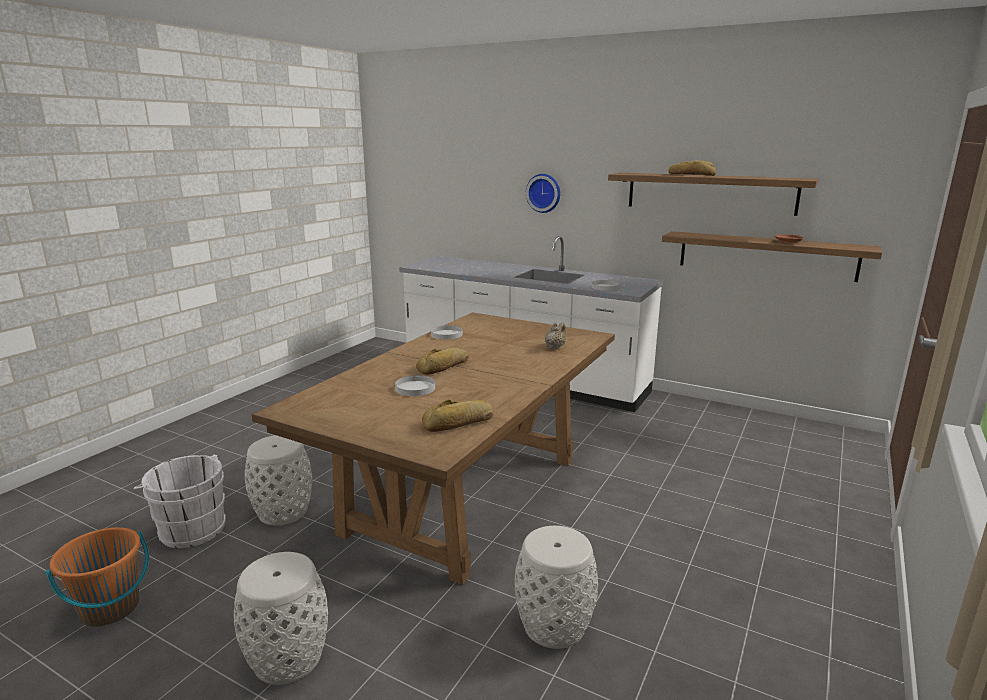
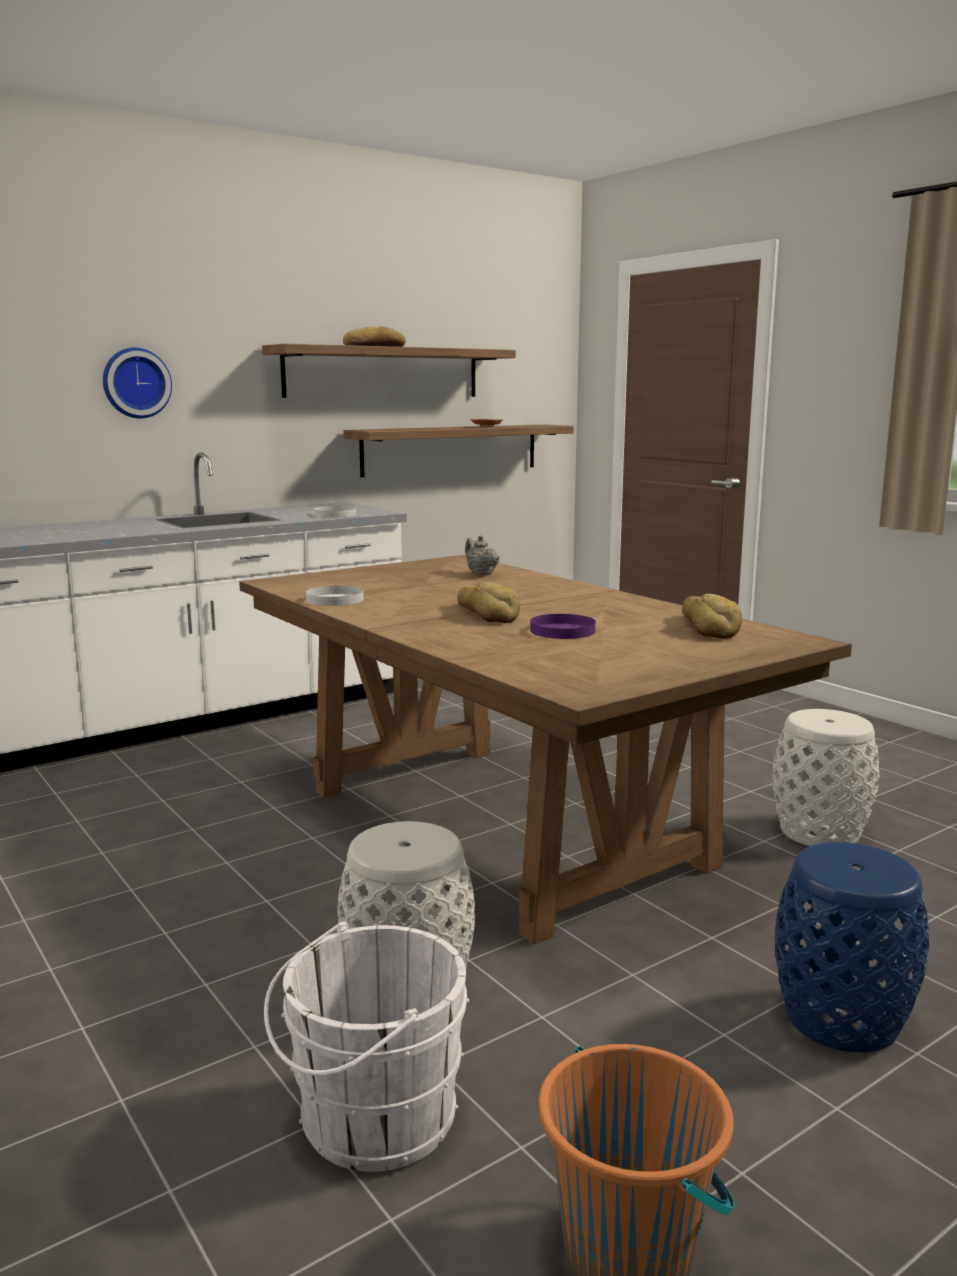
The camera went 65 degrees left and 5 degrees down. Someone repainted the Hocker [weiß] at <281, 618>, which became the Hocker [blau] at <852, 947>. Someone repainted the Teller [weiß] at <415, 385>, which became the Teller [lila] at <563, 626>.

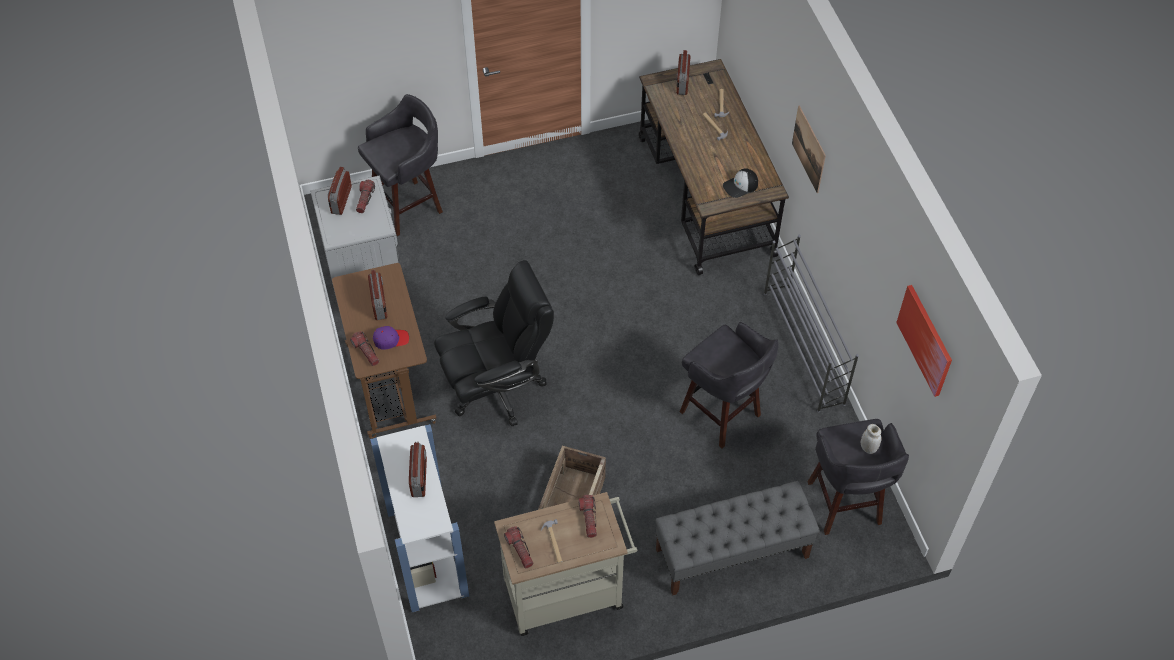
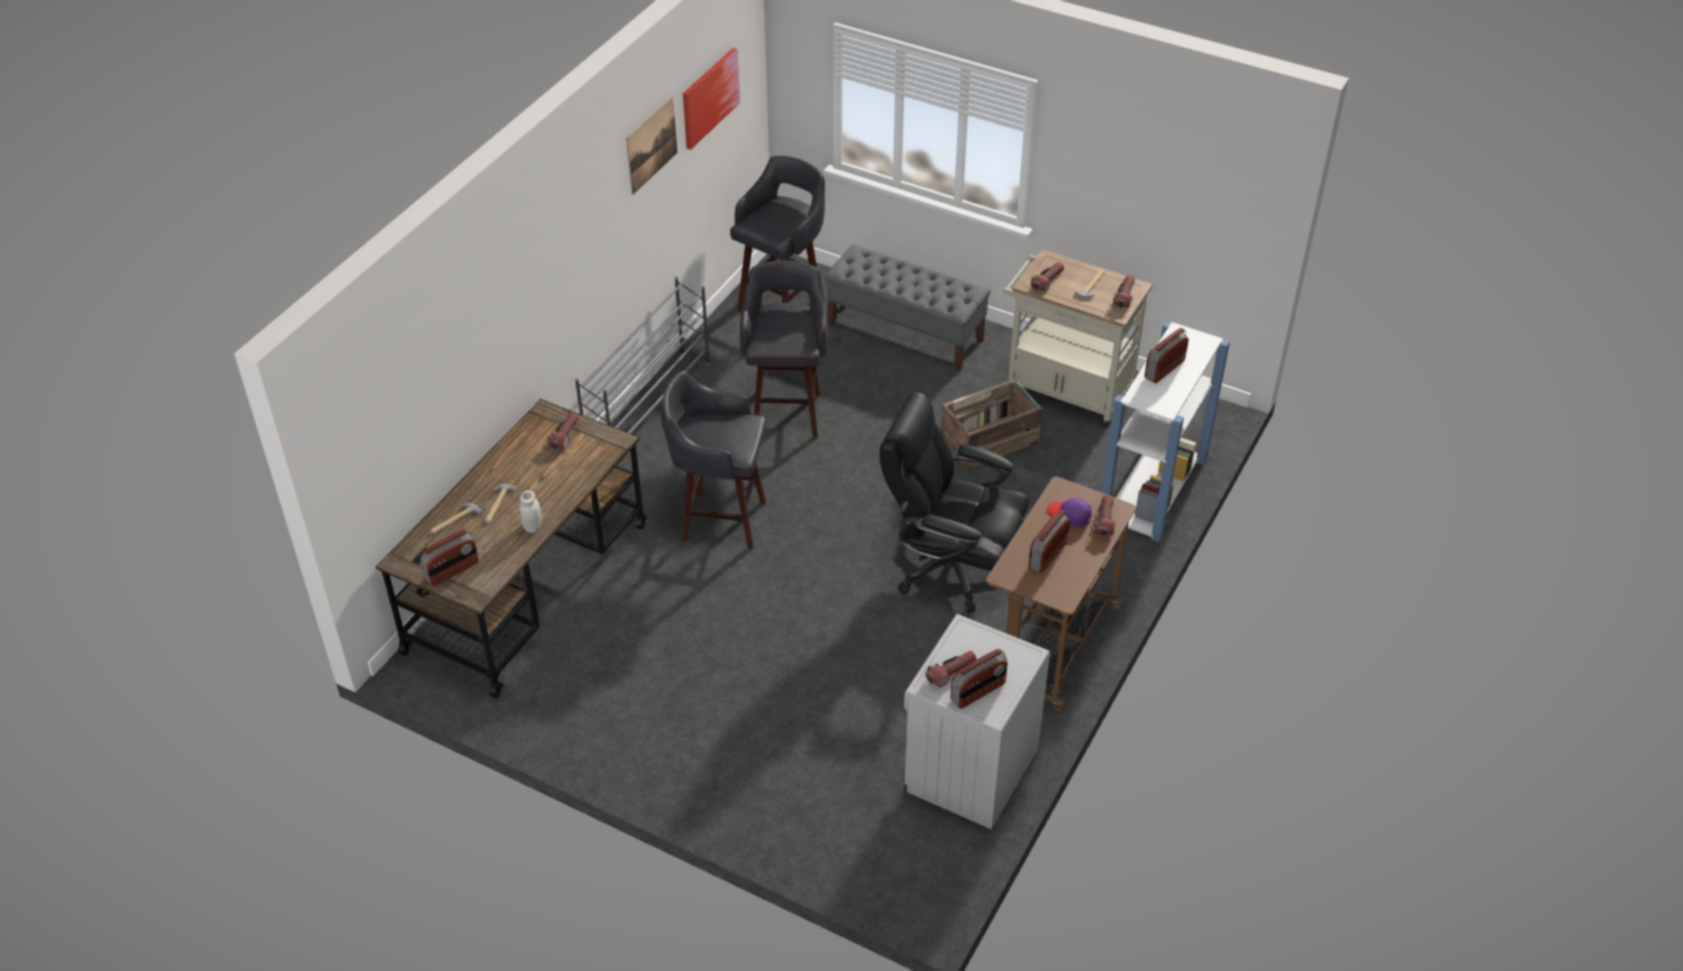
The camera went 135 degrees left and 10 degrees down. Someone carried the Hocker [grau] from <400, 165> to <713, 459>. Someone swapped the Kappe at <740, 183> for the Taschenlampe at <563, 431>. Someone carried the Bild from <809, 149> to <651, 146>. Someone carried the Vorratsglas [weiß] from <871, 439> to <530, 511>.

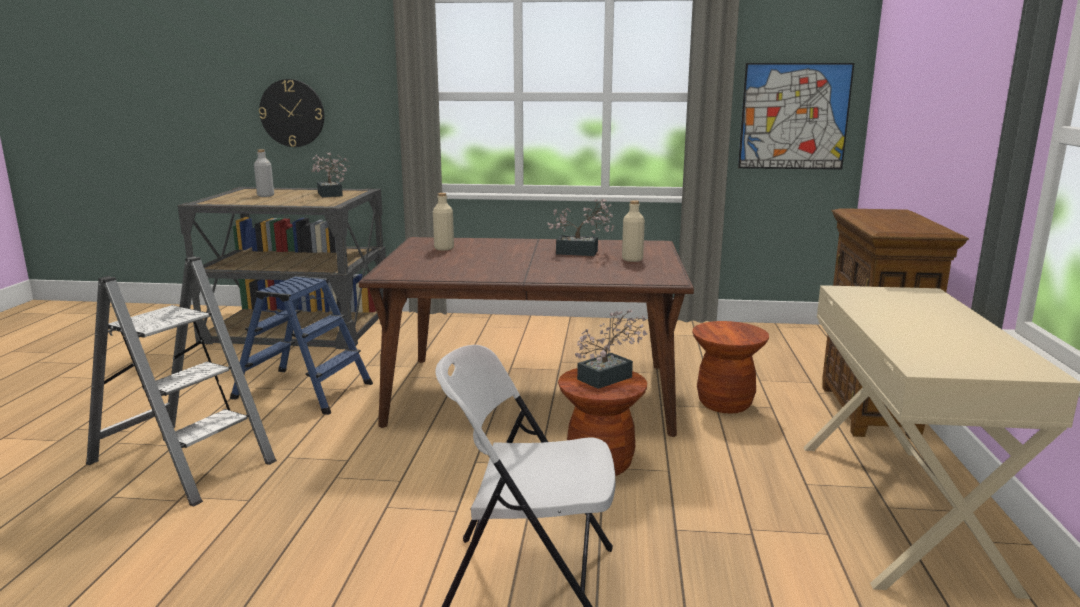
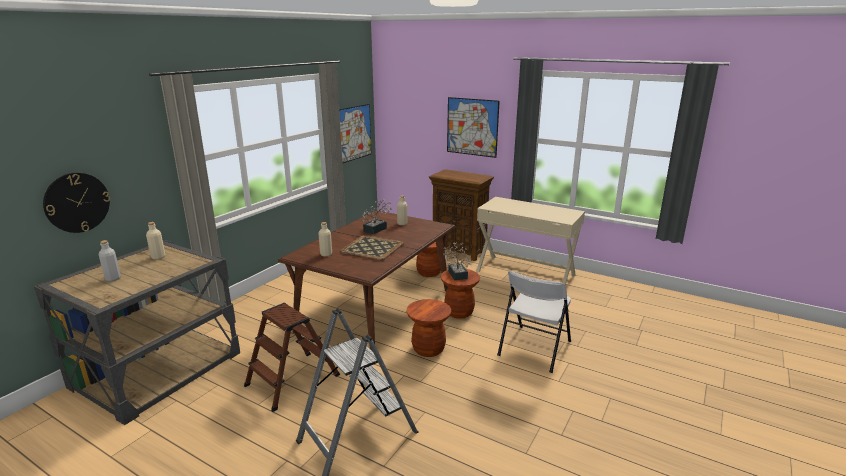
The camera went 65 degrees left and 5 degrees up. Someone repainted the Trittleiter [blau] at <301, 345>, which became the Trittleiter [braun] at <292, 357>. Someone swapped the Topfpflanze at <330, 175> for the Flasche [beige] at <155, 241>. Someone put down the Tablett at <372, 248>. Someone put down the Hocker [braun] at <428, 328>. Someone put up the Bild at <473, 127>.

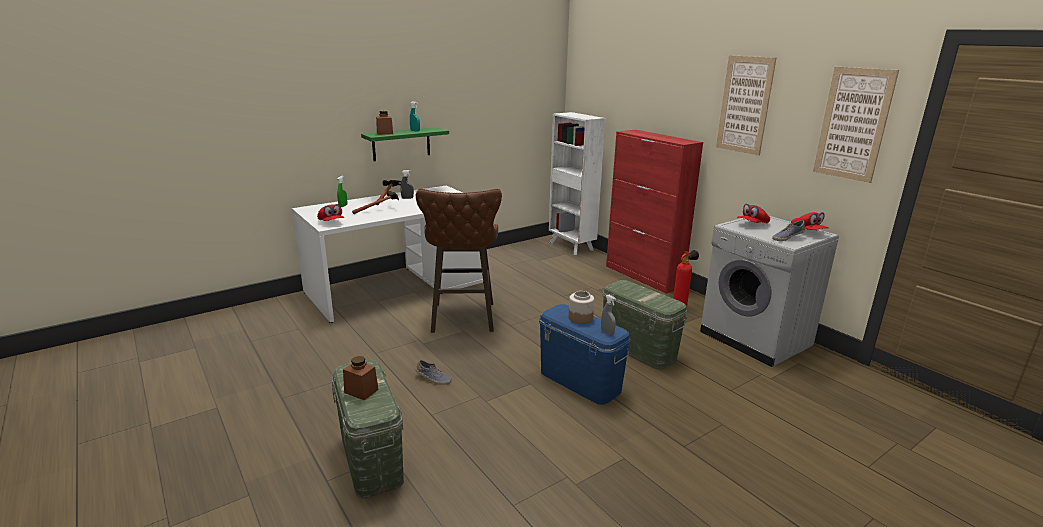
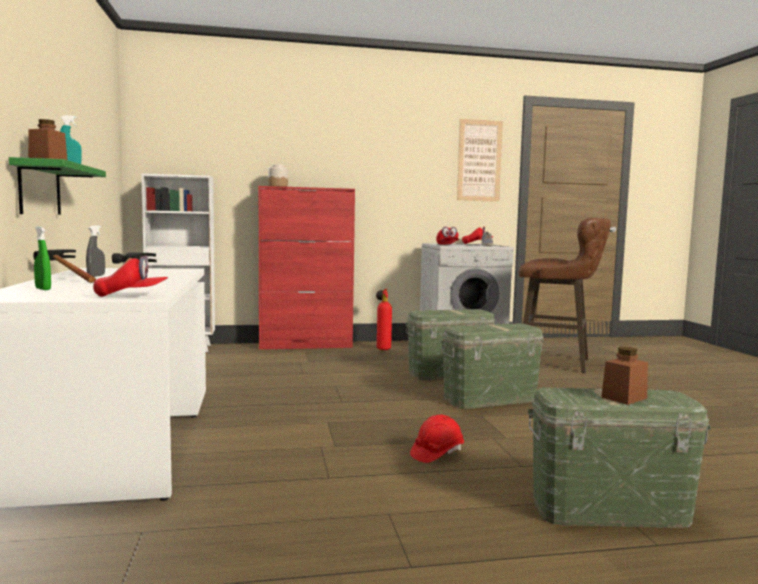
The camera went 65 degrees left and 15 degrees down. Someone carried the Hocker [braun] from <459, 261> to <565, 295>. Someone swapped the Schuh at <434, 372> for the Schutzhelm [rot] at <437, 439>. Someone repainted the Aufbewahrungsbox [blau] at <585, 354>, which became the Aufbewahrungsbox [grün] at <492, 366>. Someone carried the Vorratsglas from <581, 307> to <278, 176>. Someone took away the Sprühflasche [grau] at <608, 315>. Someone took away the Bild at <746, 105>.

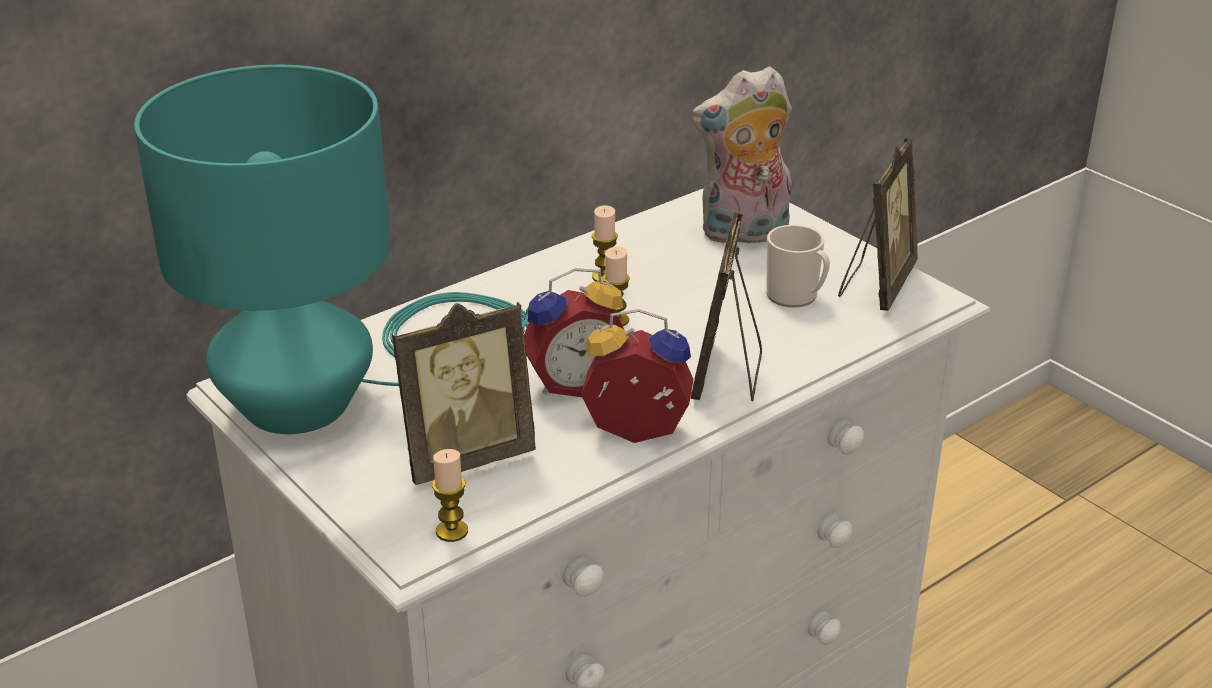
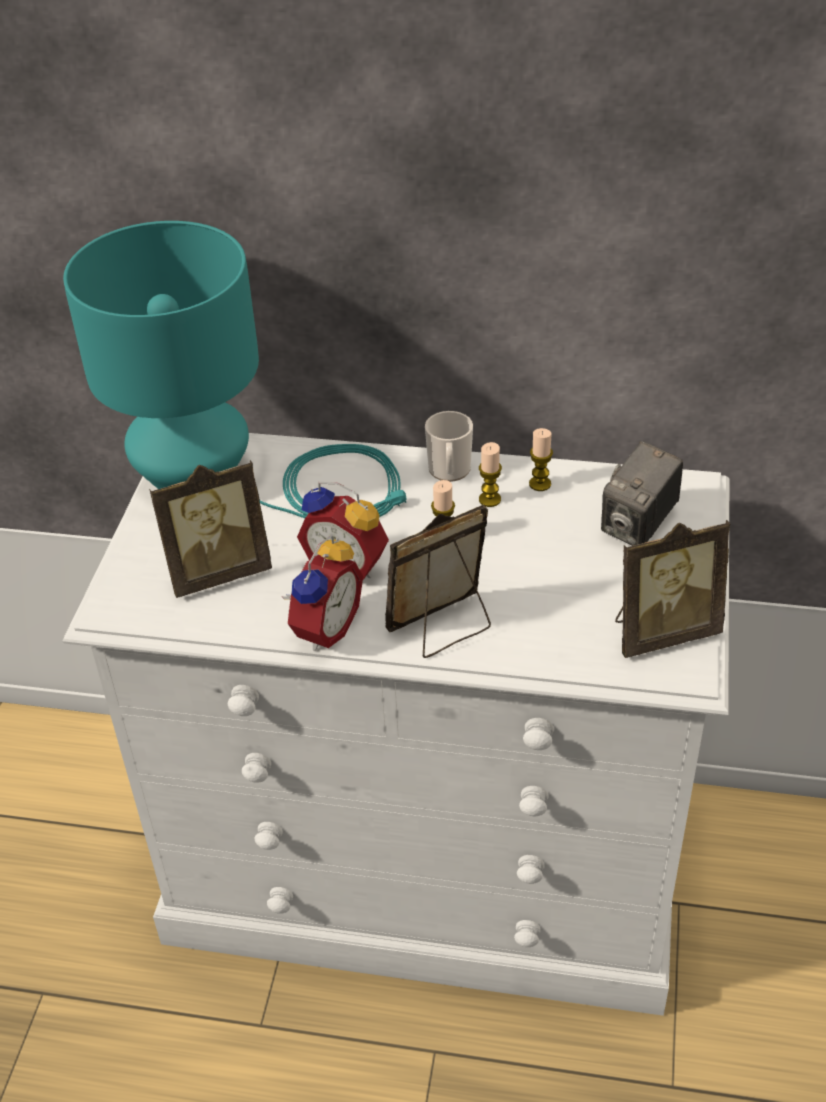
The camera went 50 degrees right and 10 degrees up. Someone rotated the Bilderrahmen at <464, 393> by 45 degrees counterclockwise. Someone carried the Kerze from <450, 495> to <541, 459>. Someone rotated the Wecker at <637, 376> by 60 degrees clockwise. Someone swapped the Plüschtier at <741, 155> for the Kamera at <642, 493>. Someone carried the Henkelbecher from <798, 266> to <449, 446>.

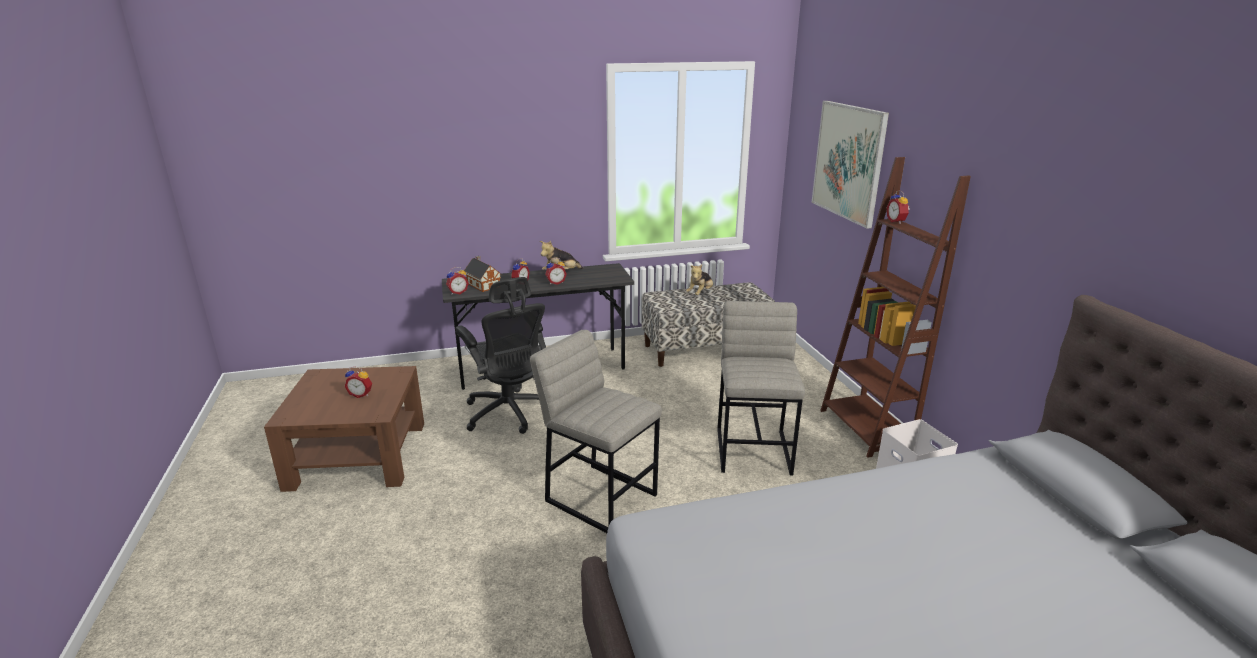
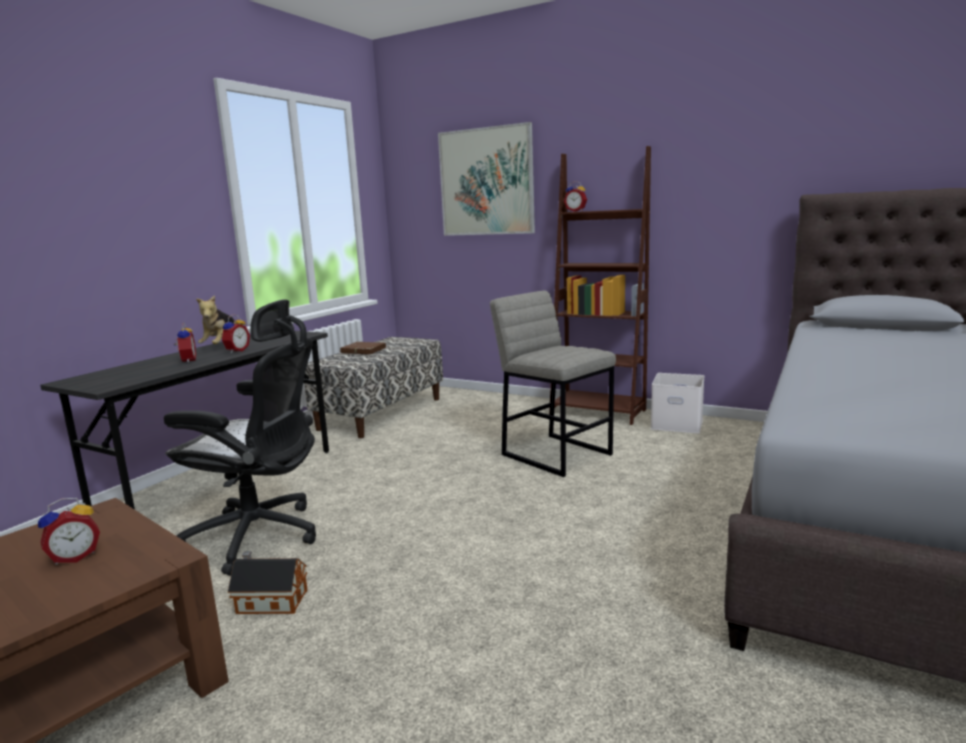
The camera went 45 degrees left and 10 degrees down. Someone took away the Wecker at <457, 280>. Someone carried the Spielzeughaus from <482, 274> to <268, 582>. Someone took away the Stuhl [grau] at <596, 431>. Someone swapped the Plüschtier at <699, 279> for the Buch [braun] at <363, 348>.

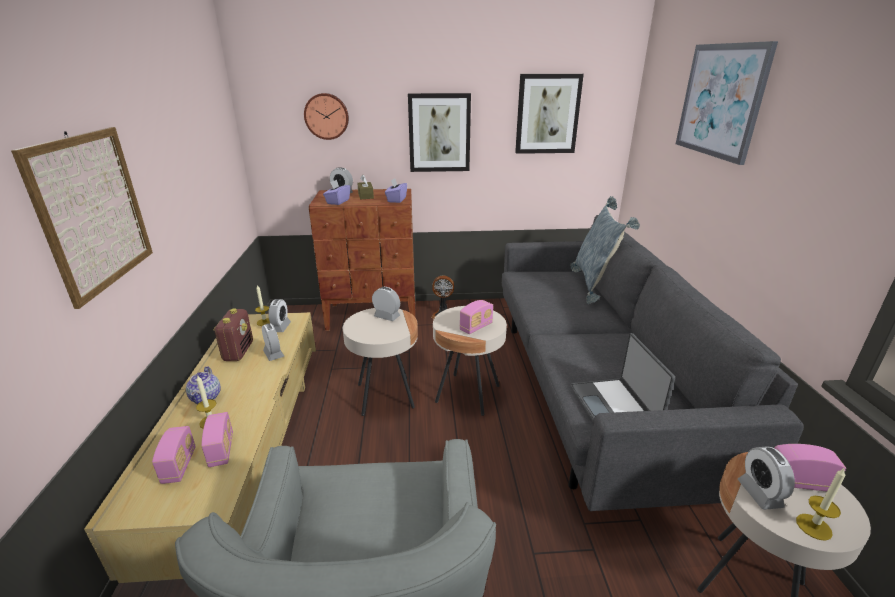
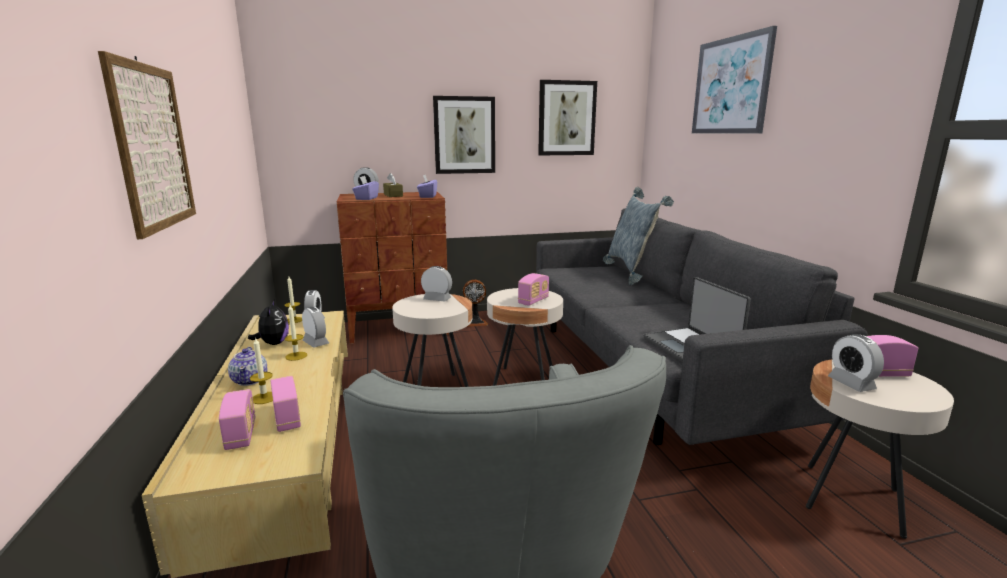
The camera went 10 degrees left and 10 degrees down. Someone swapped the Radio at <233, 334> for the Plüschtier at <268, 322>. Someone took away the Wanduhr at <326, 116>. Someone carried the Kerze from <821, 504> to <296, 333>.

